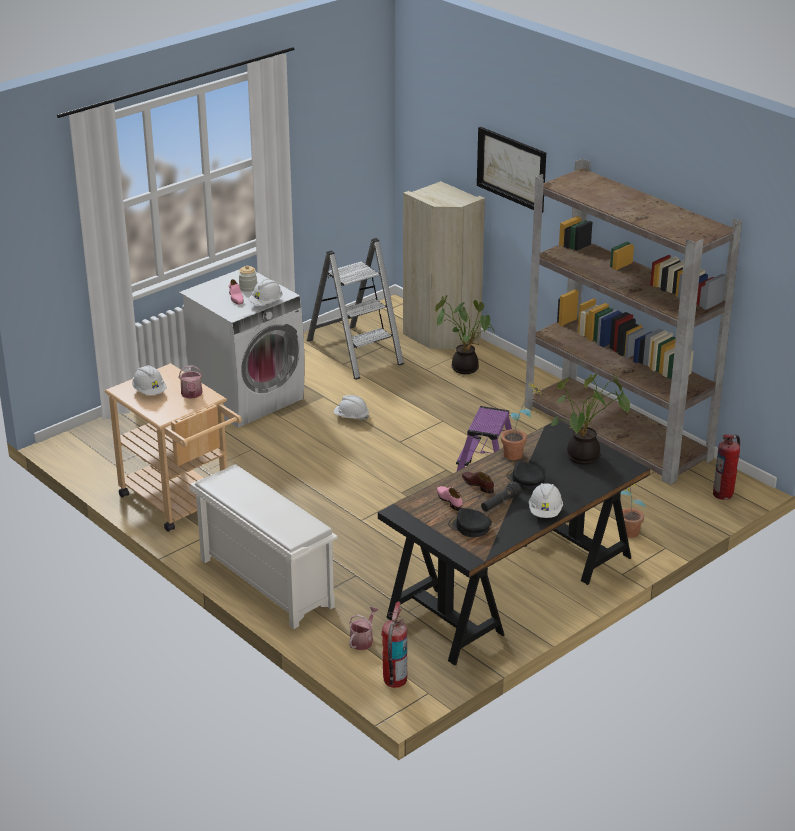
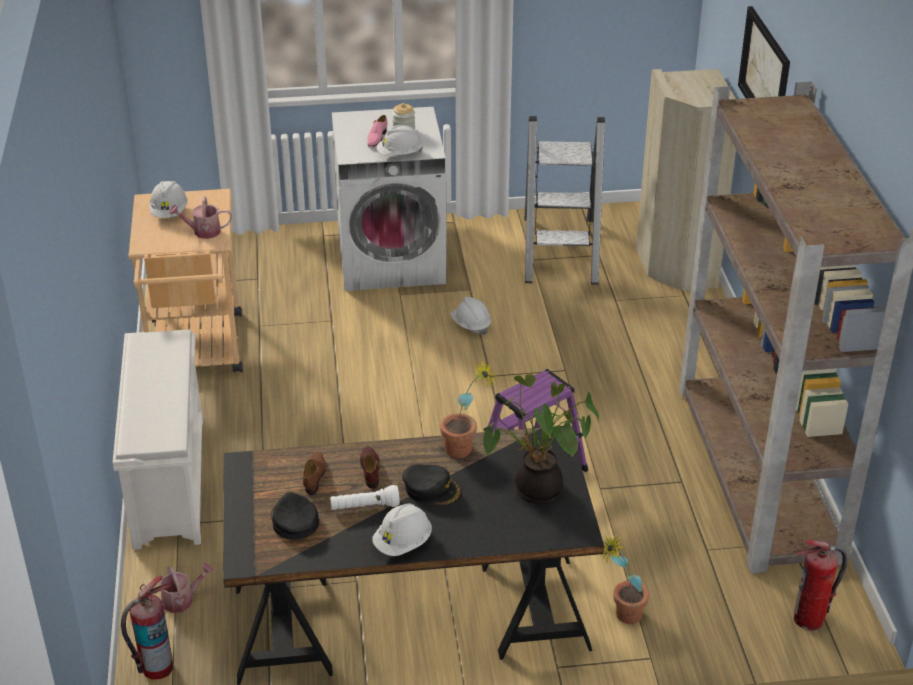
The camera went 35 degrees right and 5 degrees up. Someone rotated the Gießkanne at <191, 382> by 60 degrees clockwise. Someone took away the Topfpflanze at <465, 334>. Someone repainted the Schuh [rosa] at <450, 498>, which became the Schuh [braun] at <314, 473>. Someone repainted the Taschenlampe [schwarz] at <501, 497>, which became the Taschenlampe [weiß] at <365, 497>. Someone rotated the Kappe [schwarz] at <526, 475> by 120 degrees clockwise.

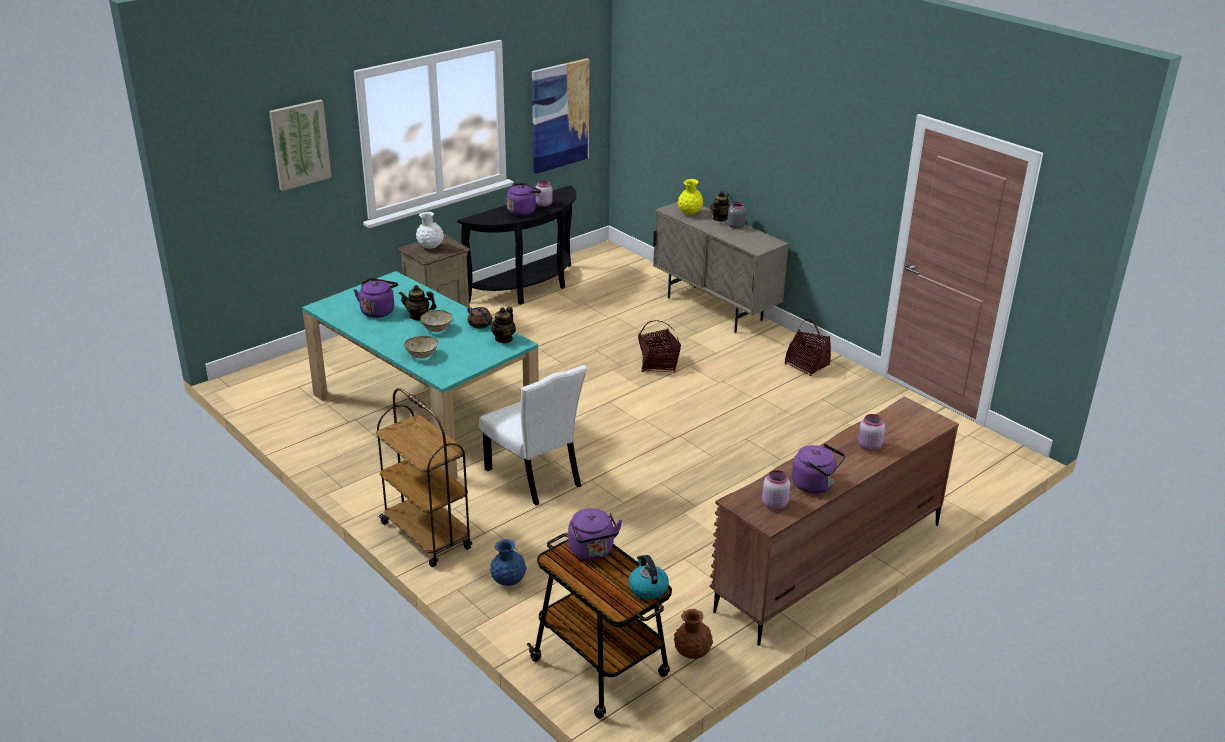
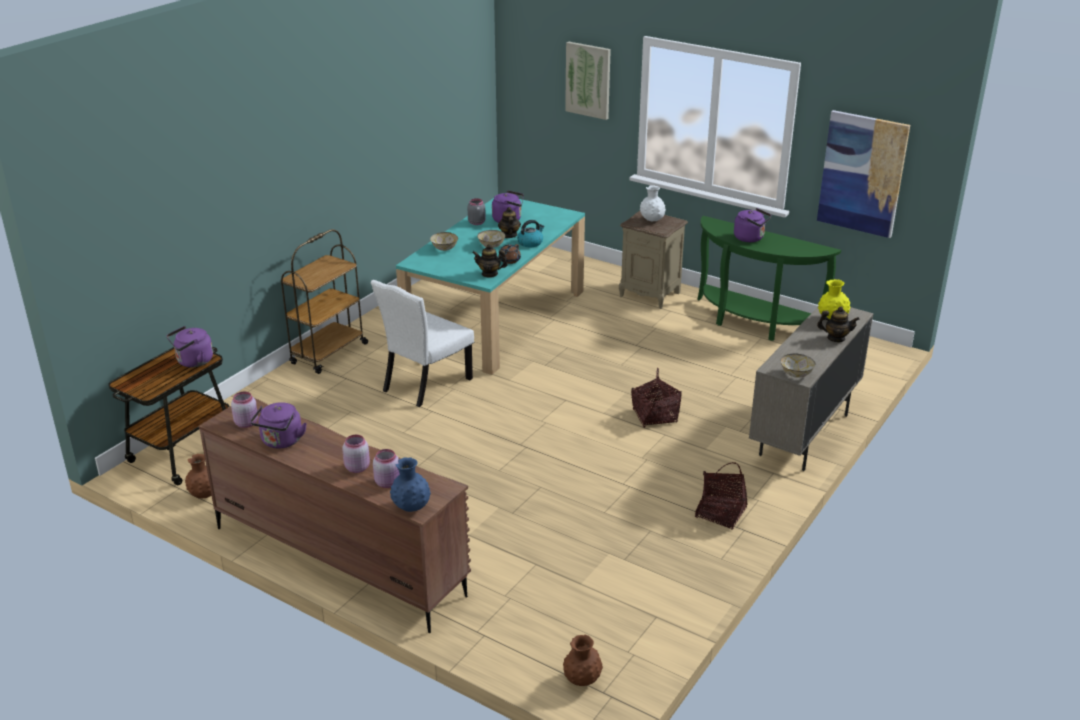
The camera went 75 degrees right and 0 degrees up. Someone repainted the Konsolentisch [schwarz] at <517, 245>, which became the Konsolentisch [grün] at <769, 278>. Someone carried the Vase [blau] from <508, 562> to <410, 484>. Someone carried the Vorratsglas [rosa] from <544, 194> to <386, 468>. Someone carried the Wasserkessel from <648, 577> to <530, 233>. Someone carried the Vorratsglas [grau] from <736, 215> to <477, 211>. Someone put down the Vase [braun] at <583, 660>. Someone put down the Schüssel at <798, 365>.

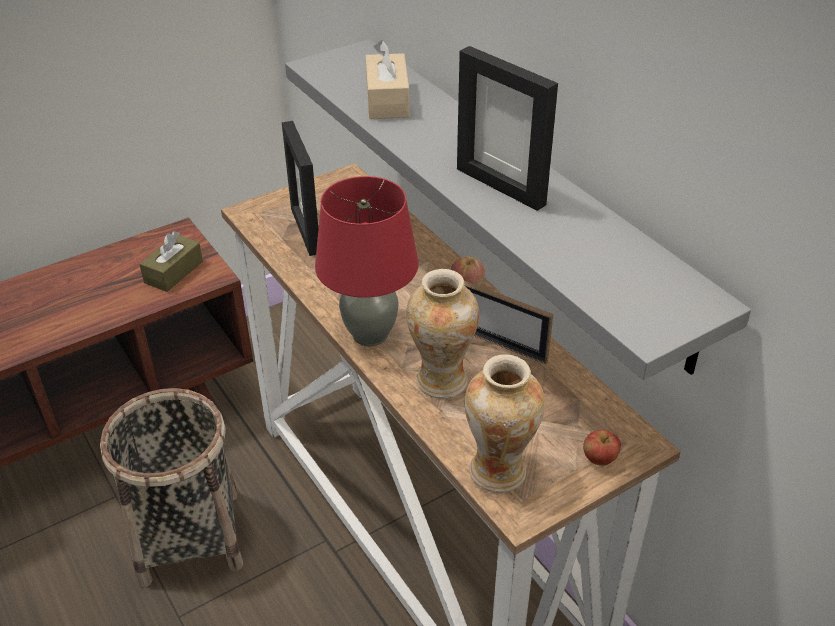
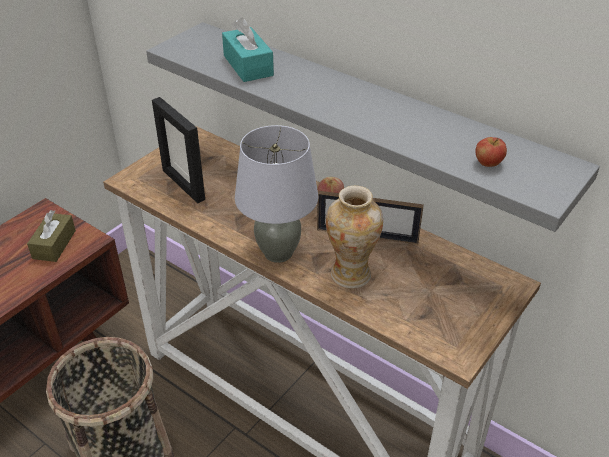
The camera went 20 degrees left and 0 degrees up. Someone repainted the Tischlampe [rot] at <366, 261>, which became the Tischlampe [grau] at <276, 194>. Someone repainted the Taschentuchbox [beige] at <387, 79>, which became the Taschentuchbox [türkis] at <248, 50>. Someone took away the Bilderrahmen at <507, 128>. Someone took away the Vase at <505, 423>. Someone carried the Apfel from <602, 448> to <491, 152>.

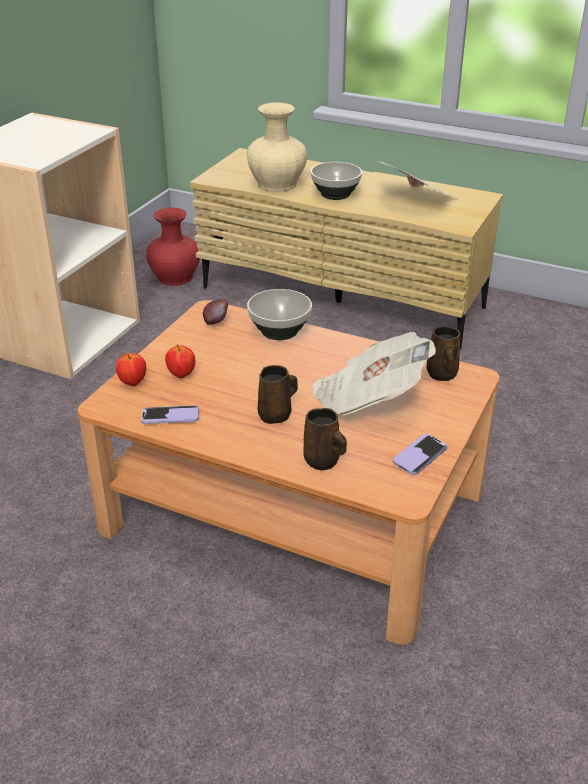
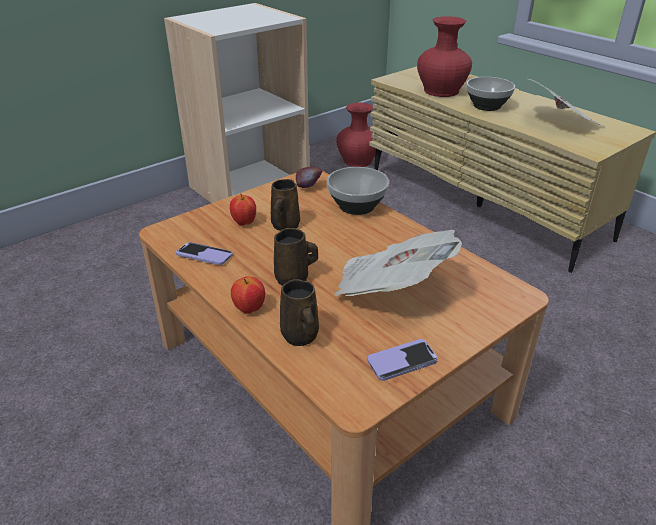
The camera went 25 degrees right and 0 degrees up. Someone carried the Apfel from <131, 369> to <248, 295>. Someone repainted the Vase [beige] at <277, 147>, which became the Vase [rot] at <444, 56>. Someone carried the Henkelbecher [braun] from <443, 353> to <285, 205>.

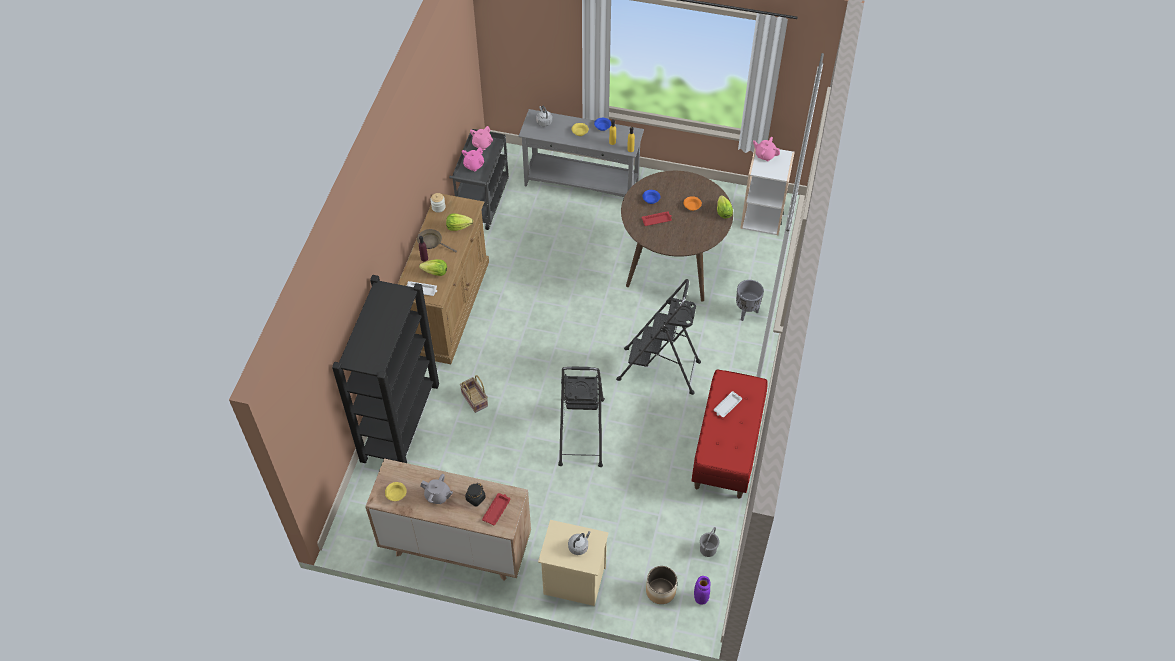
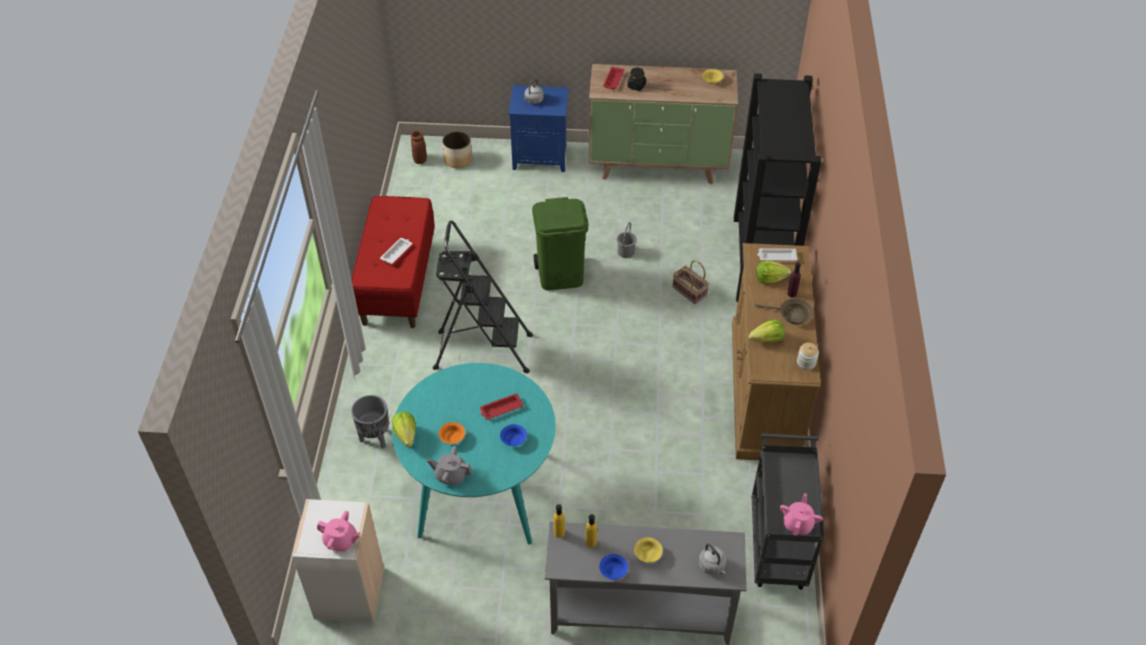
The camera went 170 degrees right and 5 degrees down. Someone carried the Teekanne [grau] from <436, 489> to <449, 465>. Someone took away the Teekanne [rosa] at <473, 159>. Someone repainted the Nachttisch [beige] at <573, 563>, which became the Nachttisch [blau] at <538, 128>. Someone swapped the Trittleiter at <581, 416> for the Mülleimer [grün] at <560, 243>. Someone repainted the Esstisch [braun] at <677, 236>, which became the Esstisch [türkis] at <474, 454>. Someone repainted the Vase [lila] at <702, 590>, which became the Vase [braun] at <419, 147>. Someone carried the Eimer [grau] from <709, 542> to <627, 240>.

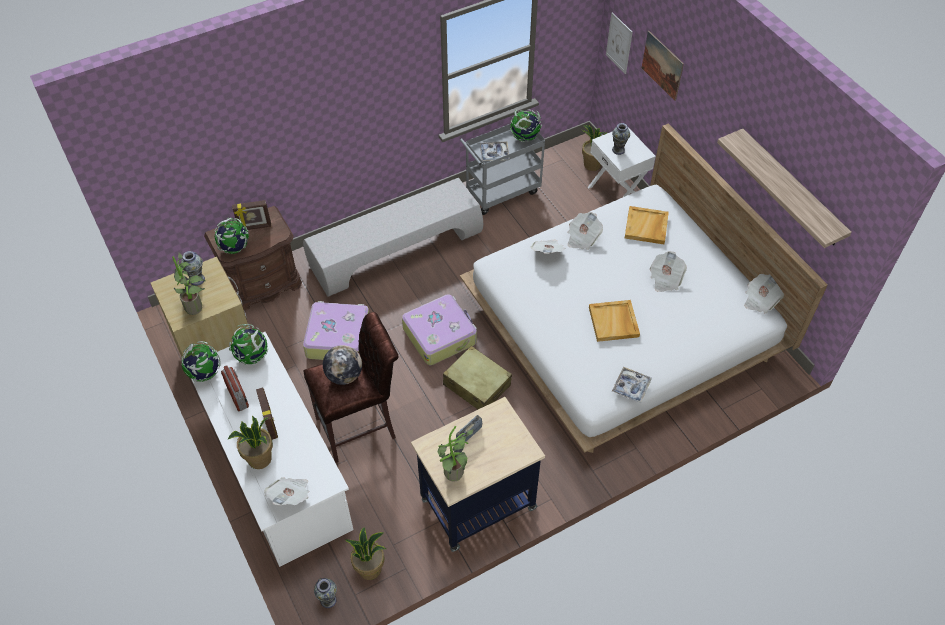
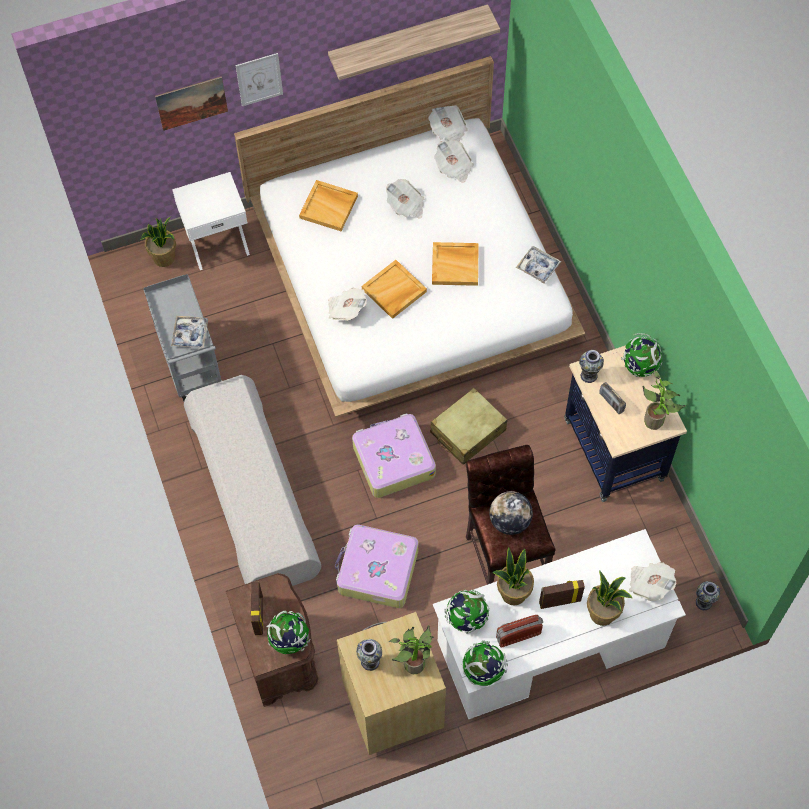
The camera went 80 degrees left and 10 degrees up. Someone carried the Topfpflanze from <365, 554> to <513, 576>. Someone carried the Globus from <526, 125> to <641, 355>. Someone carried the Zeitung from <585, 231> to <454, 161>. Someone carried the Bild from <619, 43> to <259, 79>. Someone carried the Vase from <621, 139> to <591, 366>. Someone put down the Tablett [beige] at <394, 289>.

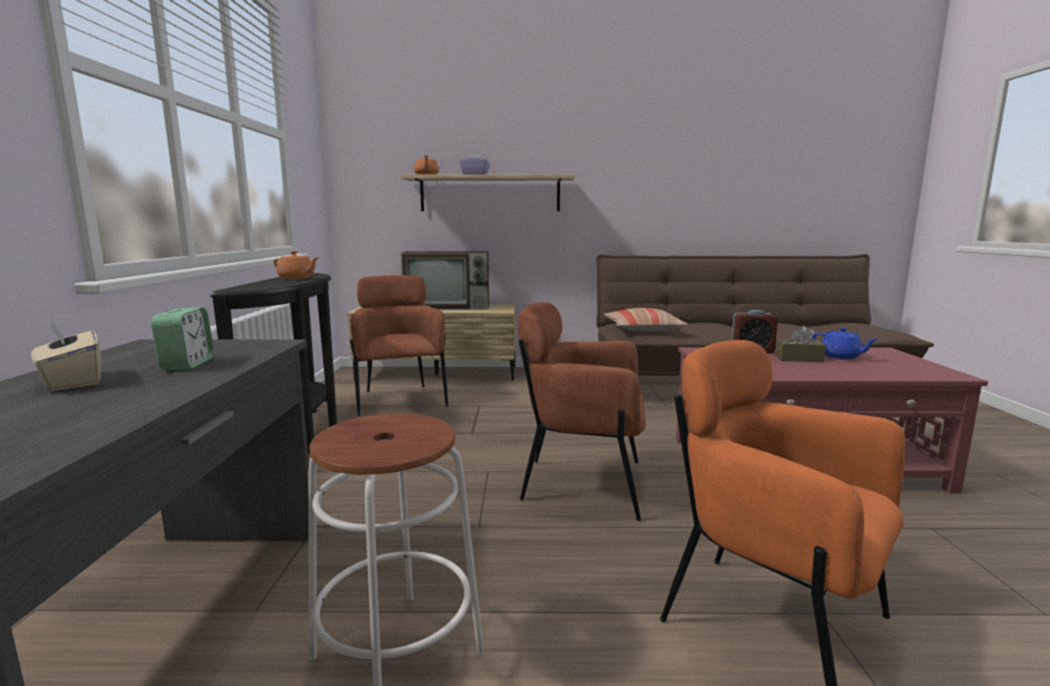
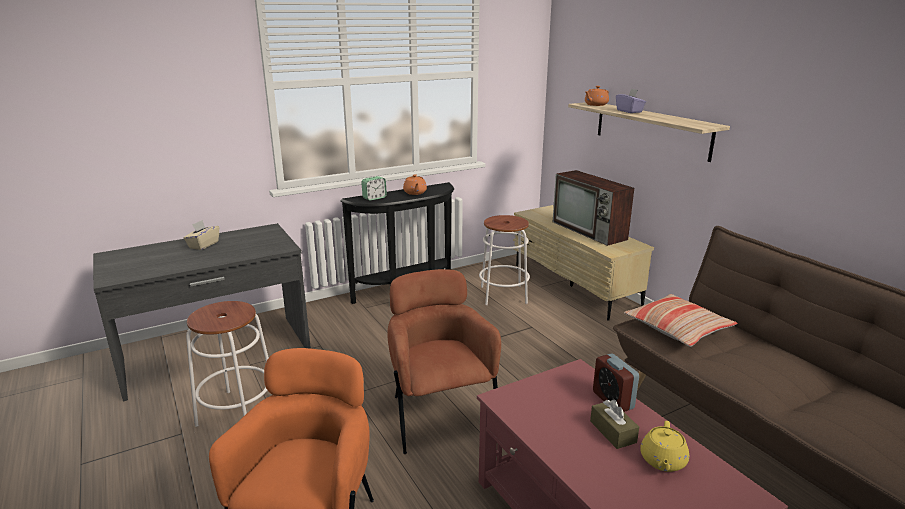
The camera went 60 degrees right and 10 degrees up. Someone carried the Wecker from <182, 338> to <374, 188>. Someone swapped the Sessel [braun] at <399, 345> for the Hocker [weiß] at <504, 260>. Someone repainted the Teekanne [blau] at <845, 343>, which became the Teekanne [gelb] at <664, 446>.

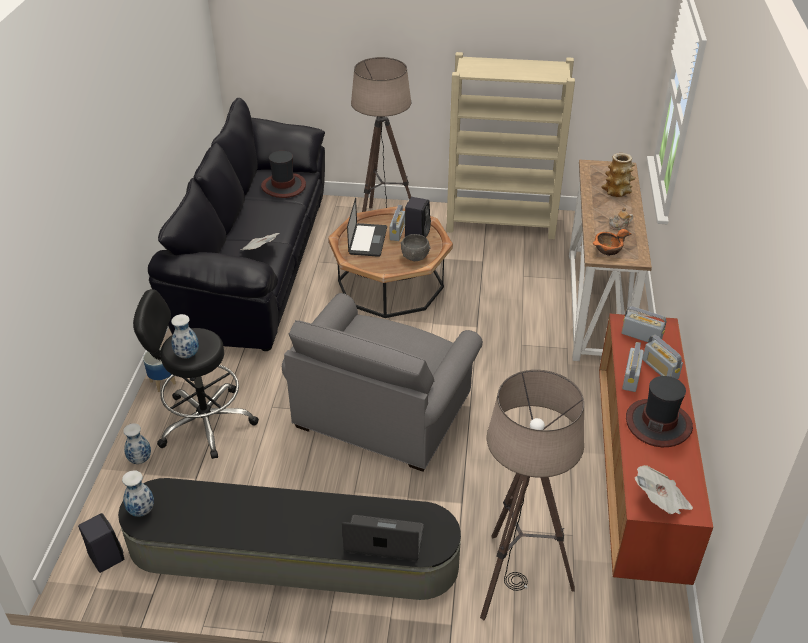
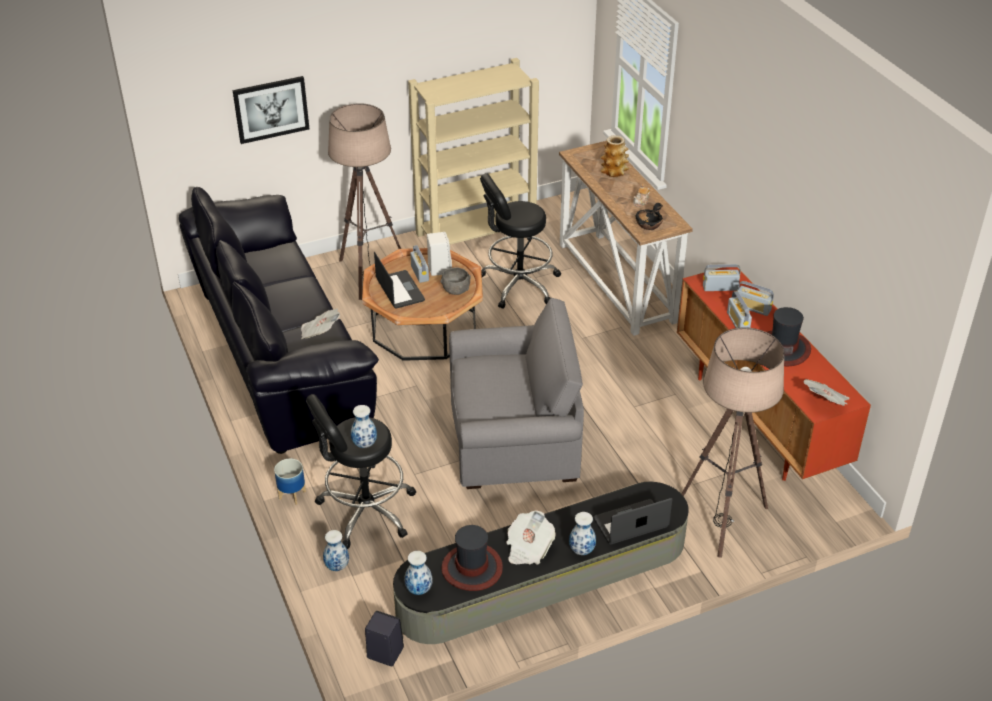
The camera went 30 degrees left and 0 degrees up. Someone carried the Hut from <283, 174> to <472, 558>. Someone rotated the Sessel [grau] at <382, 382> by 90 degrees counterclockwise. Someone repainted the Lautsprecher [schwarz] at <418, 217>, which became the Lautsprecher [weiß] at <439, 254>. Someone repainted the Schüssel [orange] at <612, 242>, which became the Schüssel [schwarz] at <649, 216>. Someone put up the Bild at <271, 110>. Someone put down the Hocker [schwarz] at <520, 241>. Someone put down the Zeitung at <531, 537>. Someone put down the Vase at <582, 533>.

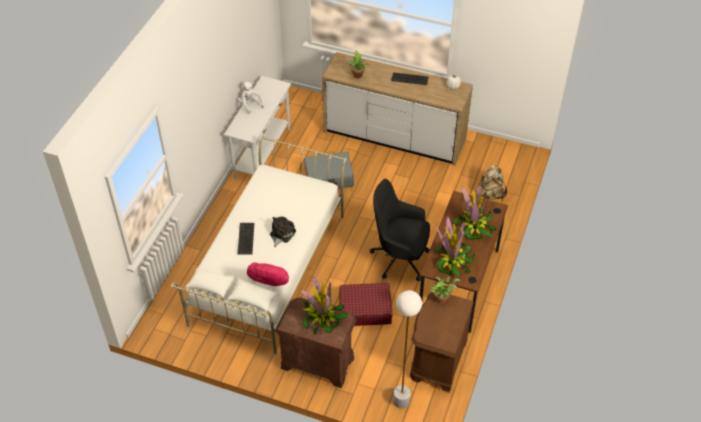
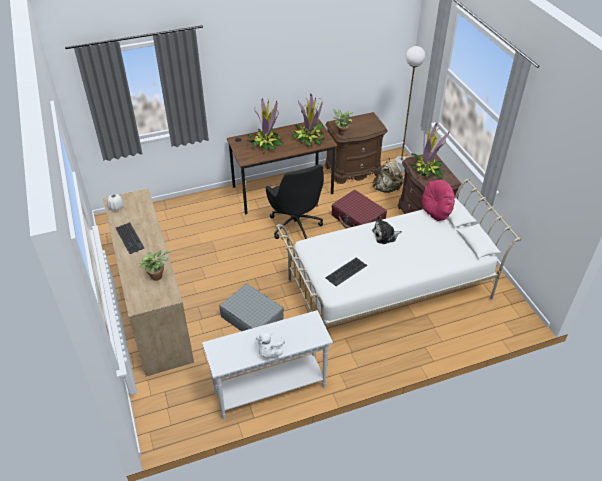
The camera went 130 degrees left and 5 degrees down. Someone carried the Tastatur from <246, 239> to <346, 271>. Someone carried the Rucksack [beige] from <492, 182> to <388, 175>.

